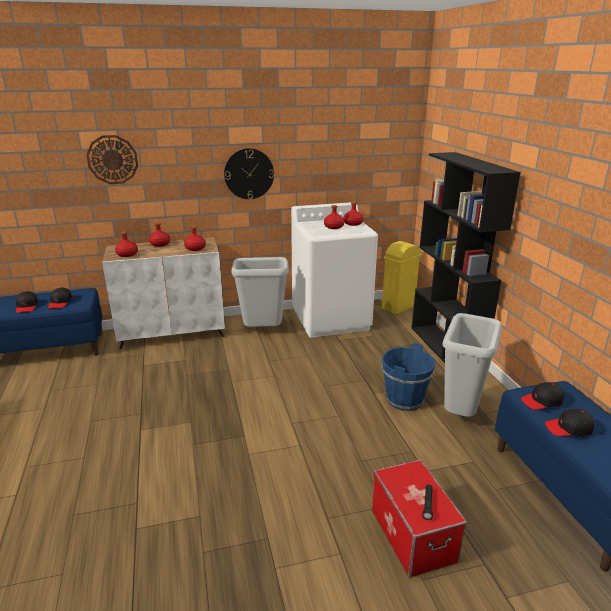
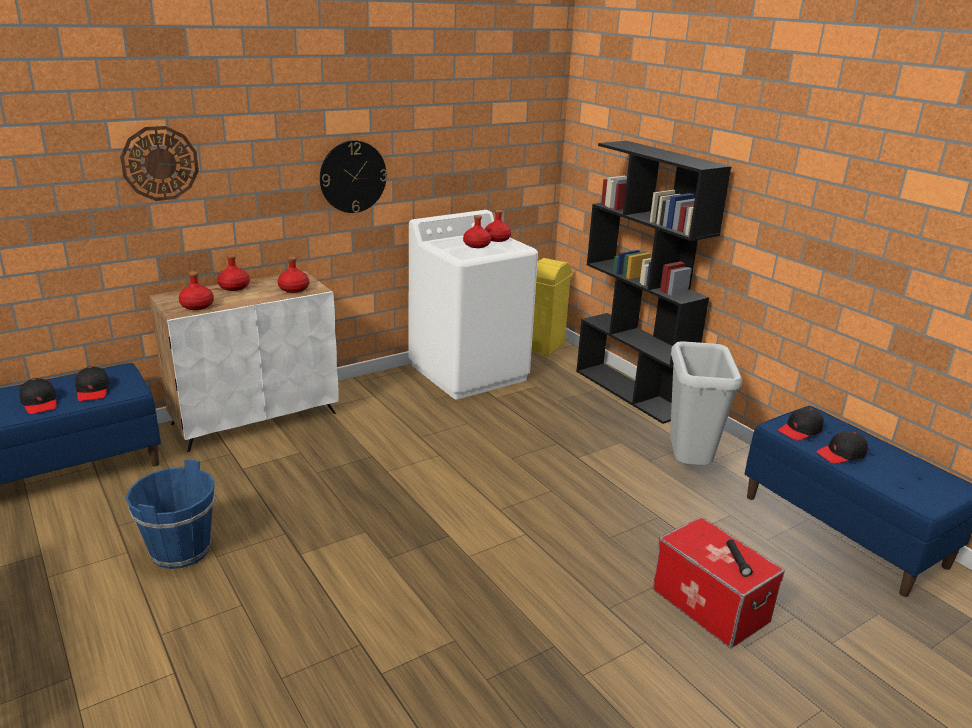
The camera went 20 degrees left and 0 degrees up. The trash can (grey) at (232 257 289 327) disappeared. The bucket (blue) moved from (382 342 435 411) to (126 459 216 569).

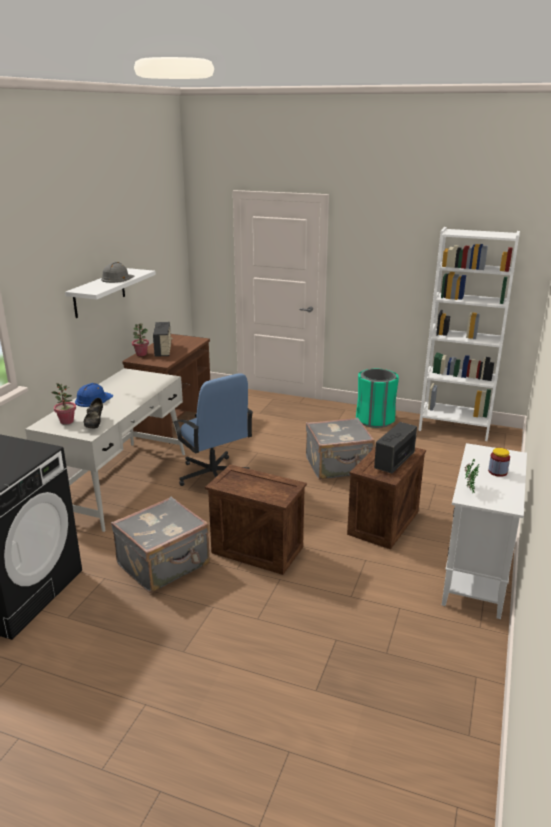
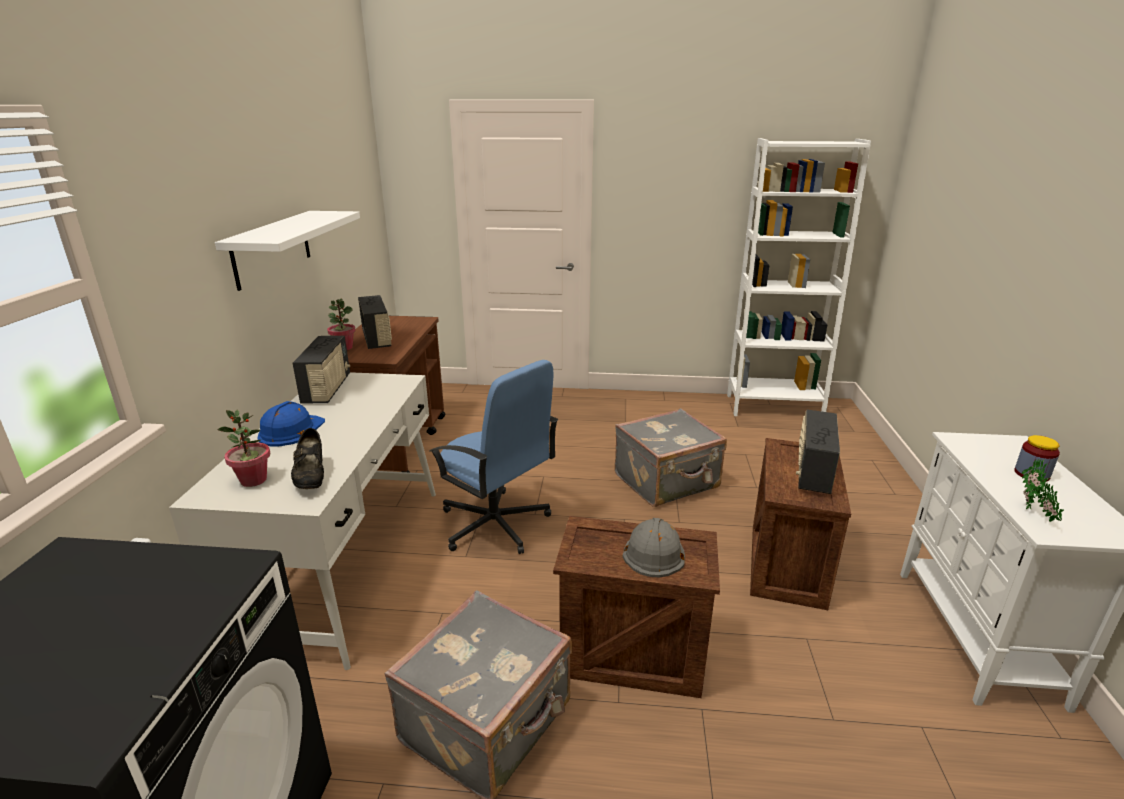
The camera went 15 degrees left and 0 degrees up. The hard hat (grey) moved from (101 262 135 283) to (623 518 685 578). The trash can (green) at (356 369 399 428) disappeared. The radio at (292 336 350 404) appeared.

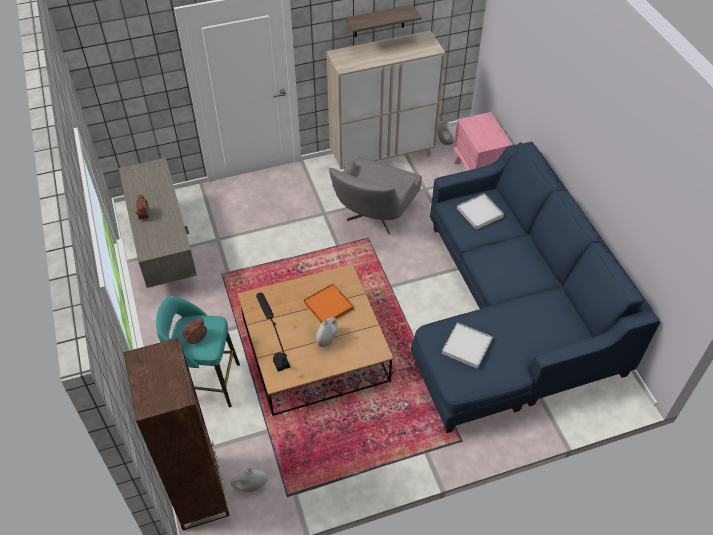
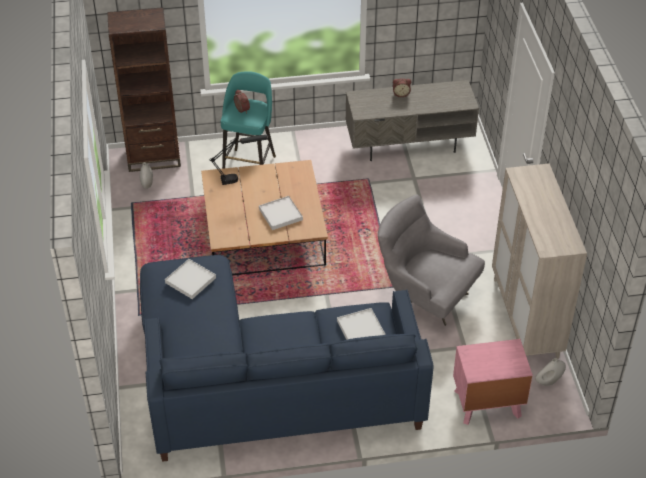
The camera went 100 degrees right and 5 degrees down. The tray (orange) at (304 284 354 323) became the tray (white) at (259 196 303 230). The vase (white) at (316 317 338 347) disappeared. The shelf at (346 5 422 37) disappeared.

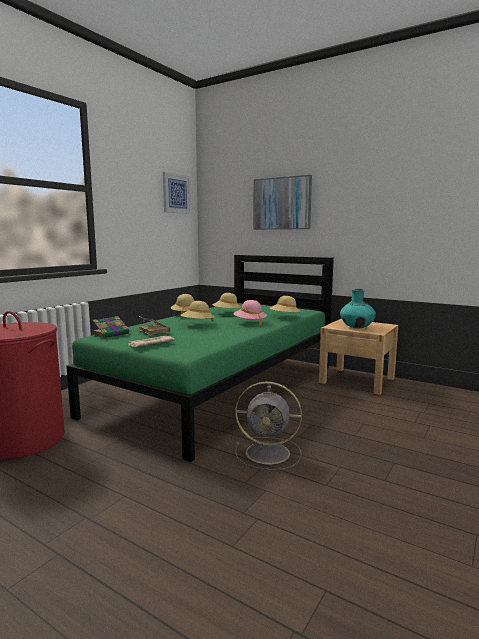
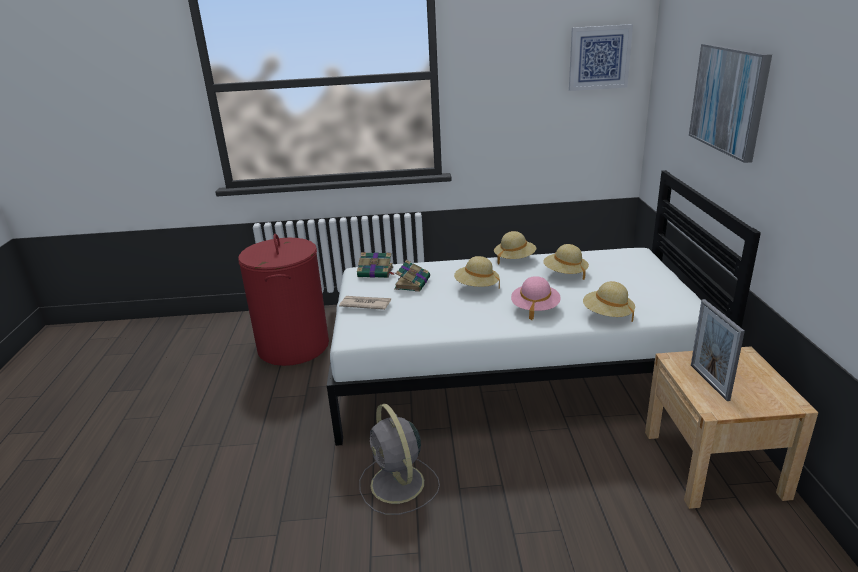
The camera went 55 degrees right and 15 degrees up. The bed (green) at (66 255 334 462) became the bed (white) at (327 170 761 446). The vase (turquoise) at (340 289 376 329) was replaced by the picture frame at (691 299 745 401).

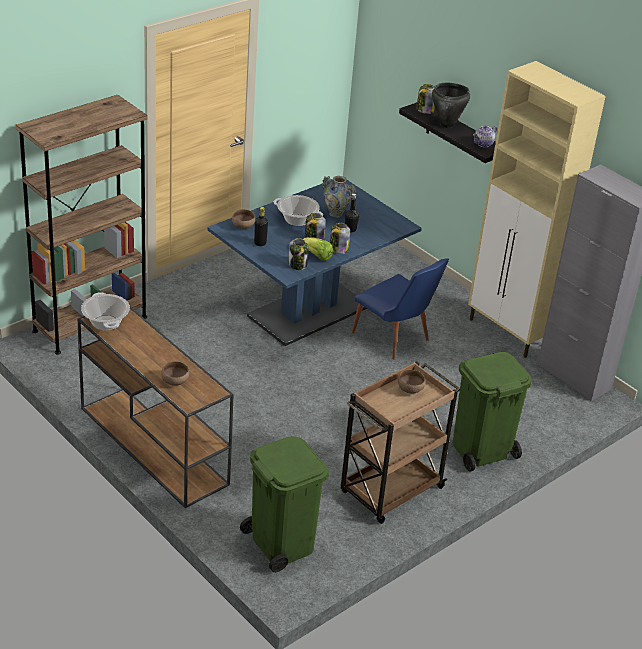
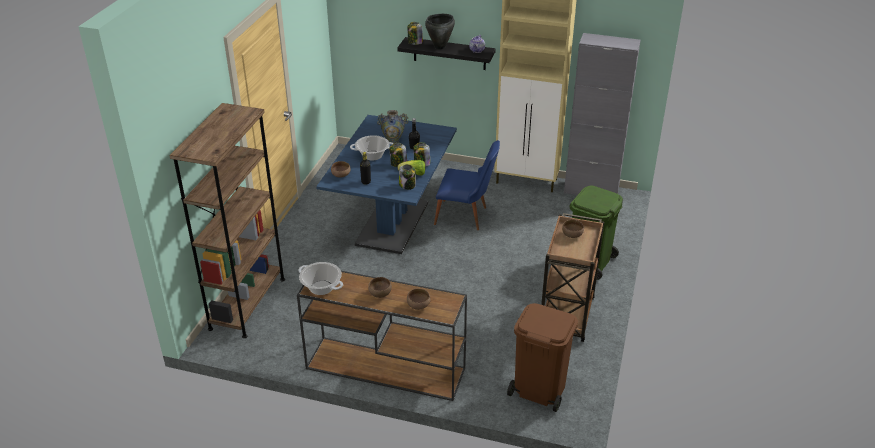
The camera went 30 degrees left and 0 degrees up. The trash can (green) at (240 436 329 572) became the trash can (brown) at (507 303 578 412). The bowl (brown) at (368 277 392 298) appeared.

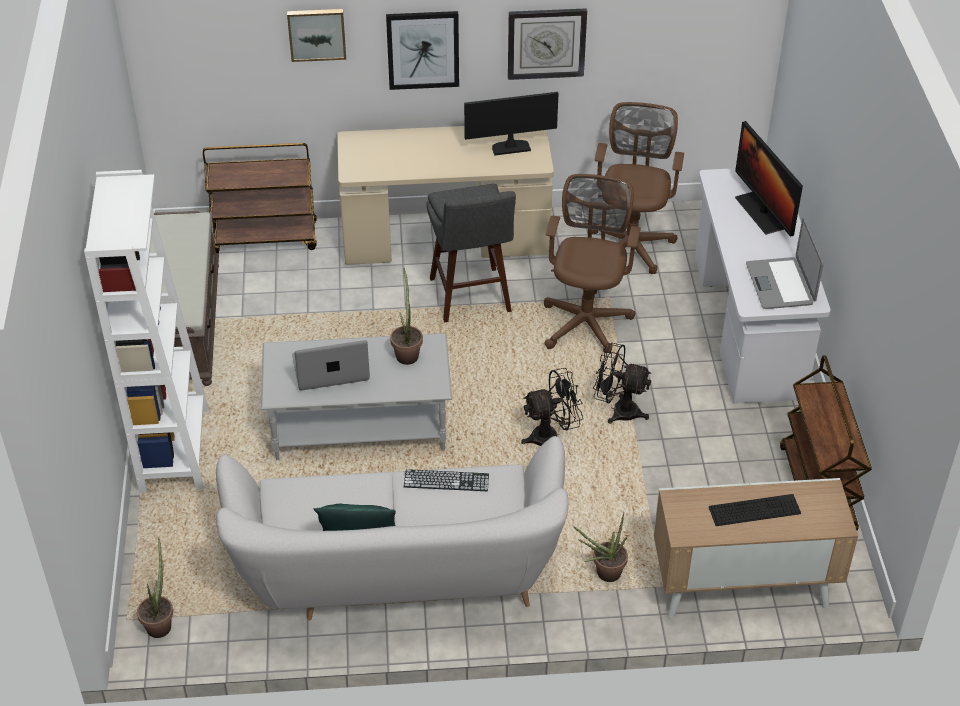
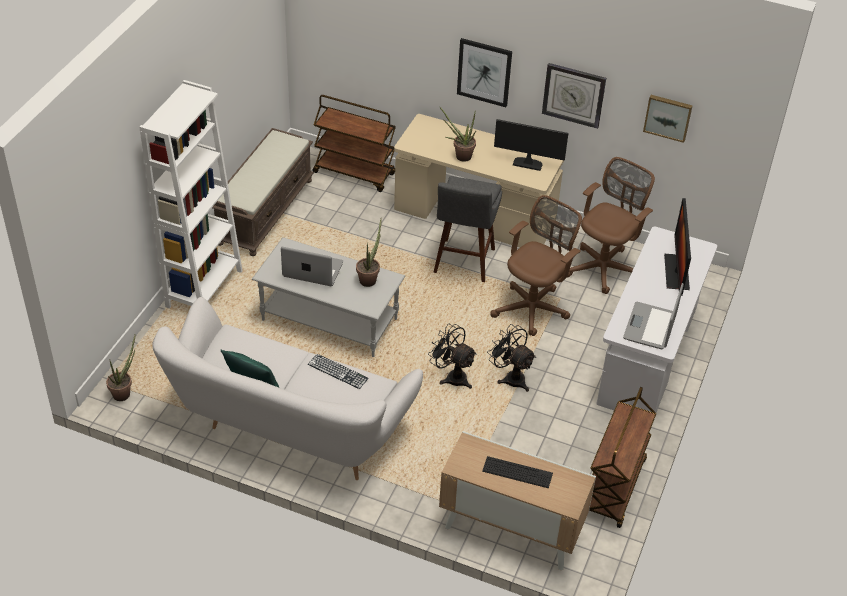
The camera went 25 degrees right and 0 degrees up. The picture moved from (287 9 346 62) to (643 95 693 143). The fan (black) at (521 368 583 446) turned 150 degrees counterclockwise. The potted plant moved from (573 512 628 582) to (439 106 476 162).

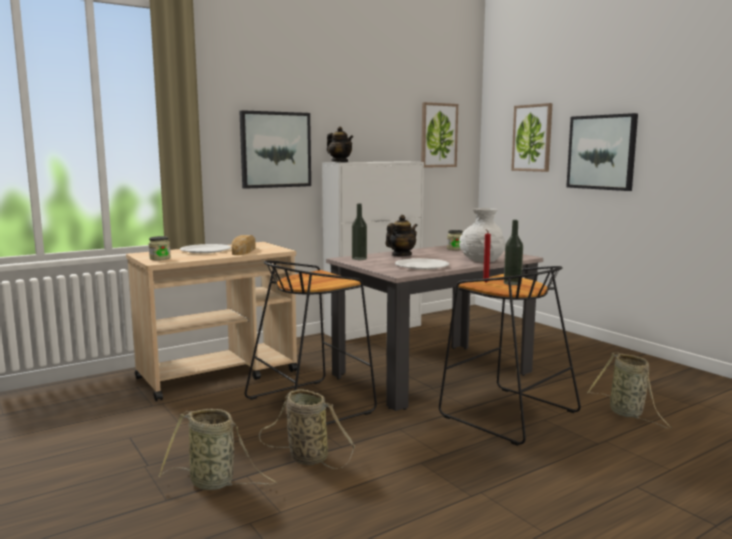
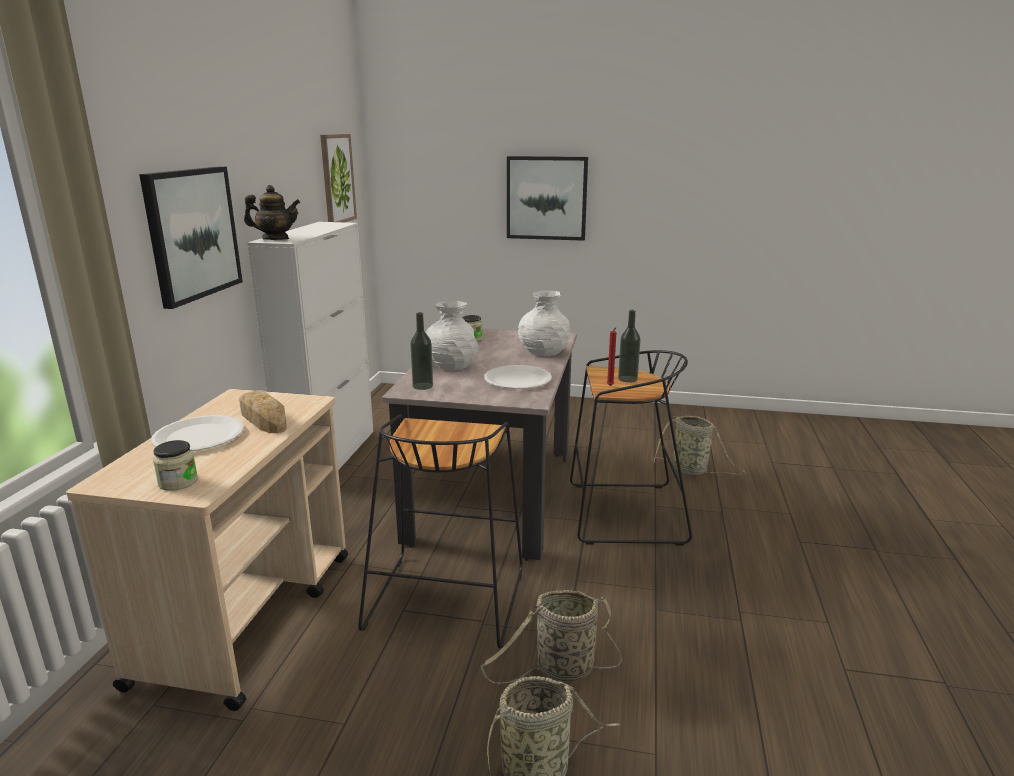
The camera went 45 degrees left and 10 degrees up. The teapot at (386 215 418 256) was replaced by the vase (white) at (426 301 479 371). The picture at (511 103 553 172) disappeared.

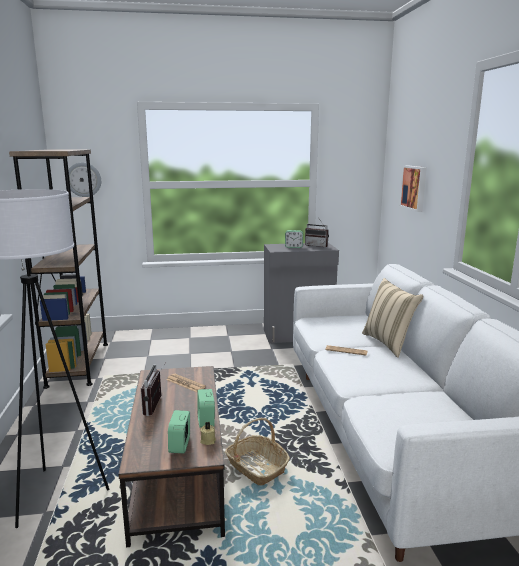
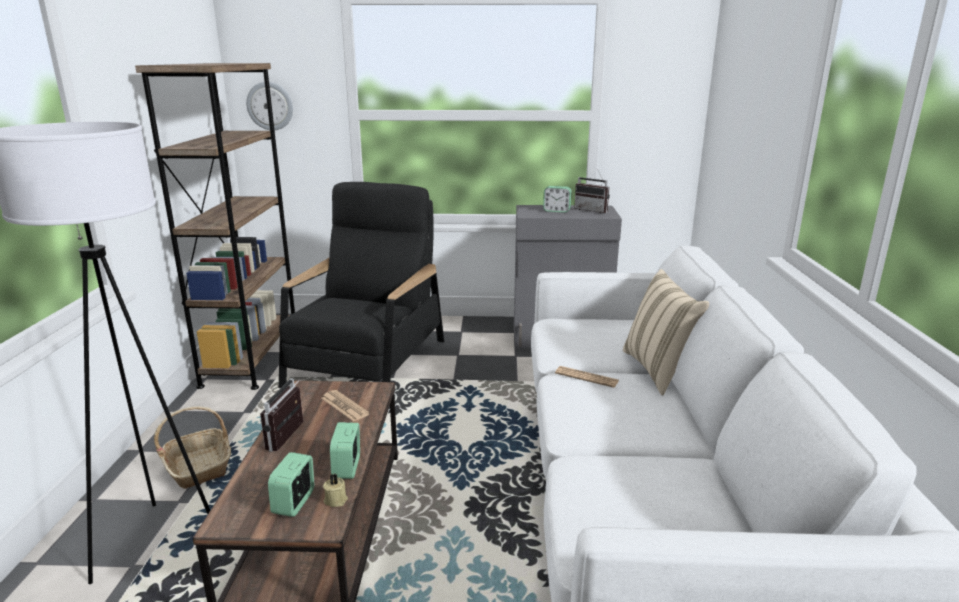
The camera went 10 degrees right and 5 degrees up. The basket moved from (225 418 290 486) to (154 406 231 489). The picture at (399 165 427 212) disappeared. The armchair (black) at (279 182 444 388) appeared.

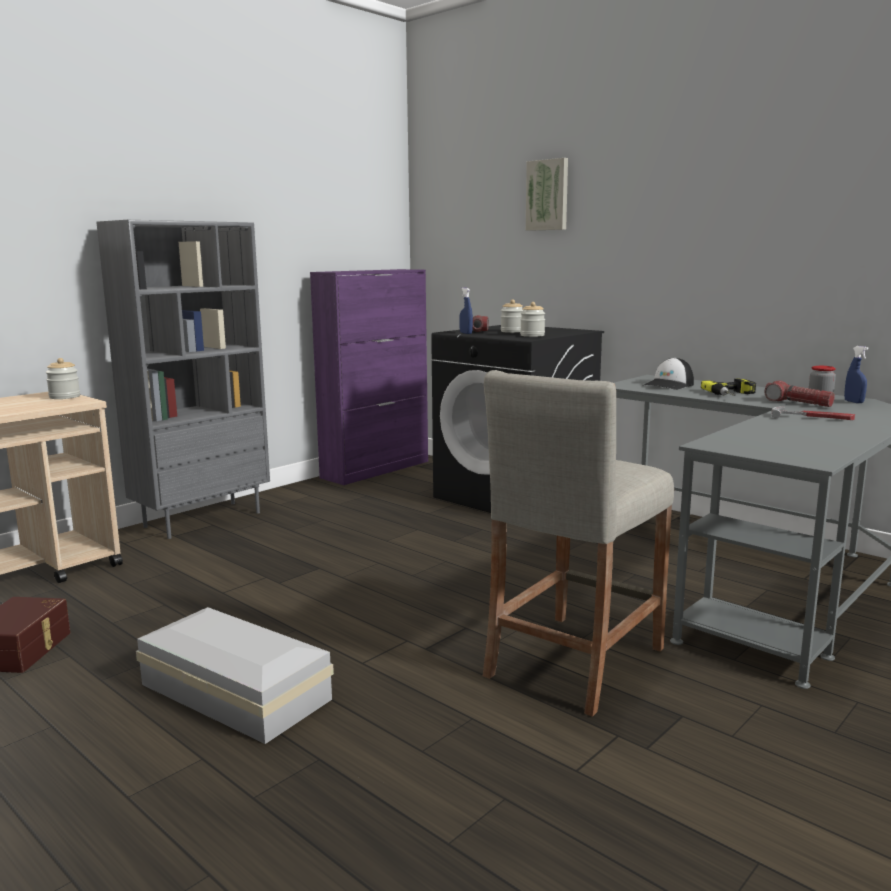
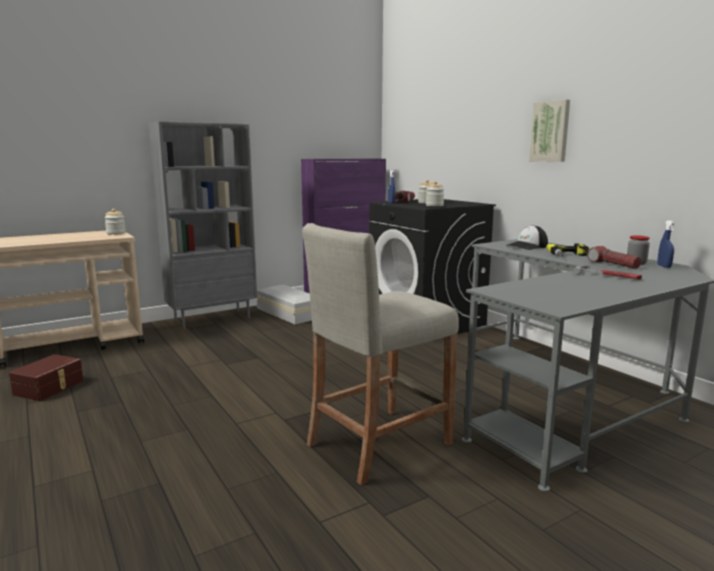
The camera went 15 degrees right and 0 degrees up. The storage box (white) moved from (136 607 334 744) to (256 285 312 324). The picture moved from (526 158 568 231) to (529 99 570 162).

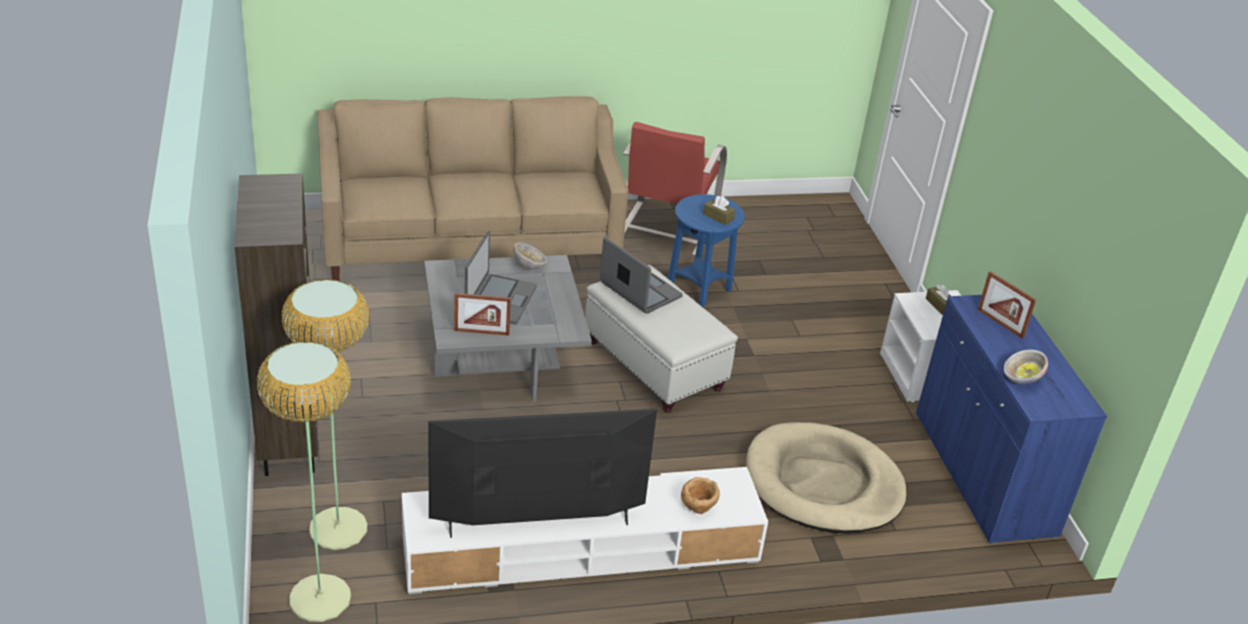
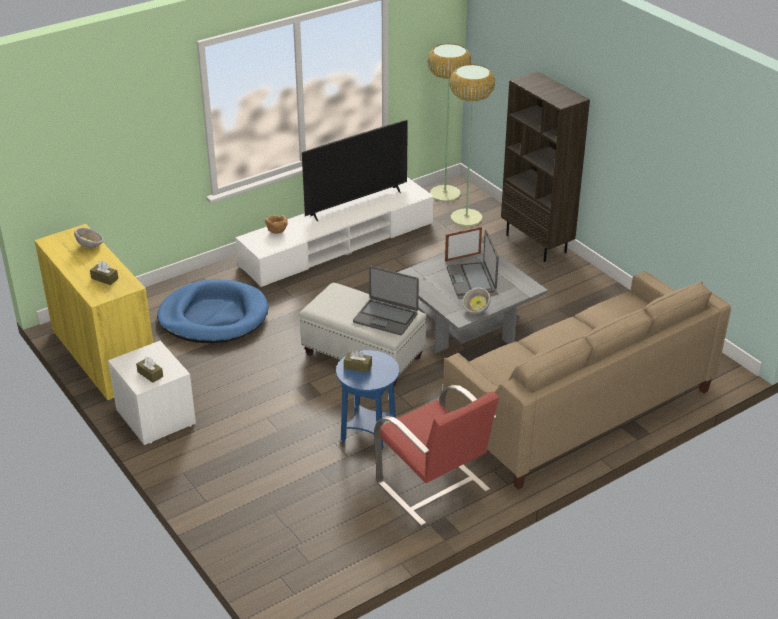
The camera went 160 degrees right and 0 degrees up. The armchair (red) at (623 122 727 256) turned 150 degrees clockwise. The dog bed (beige) at (746 422 907 534) became the dog bed (blue) at (157 279 268 343). The cabinet (blue) at (916 295 1107 545) became the cabinet (yellow) at (34 224 153 402). The picture frame at (978 271 1036 339) was replaced by the tissue box (brown) at (90 261 118 285).

